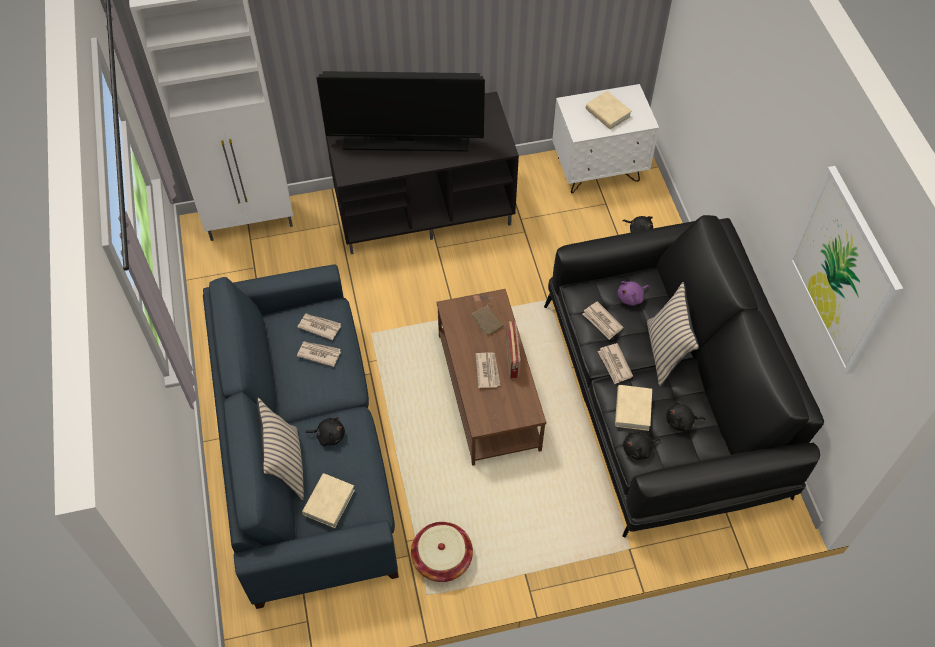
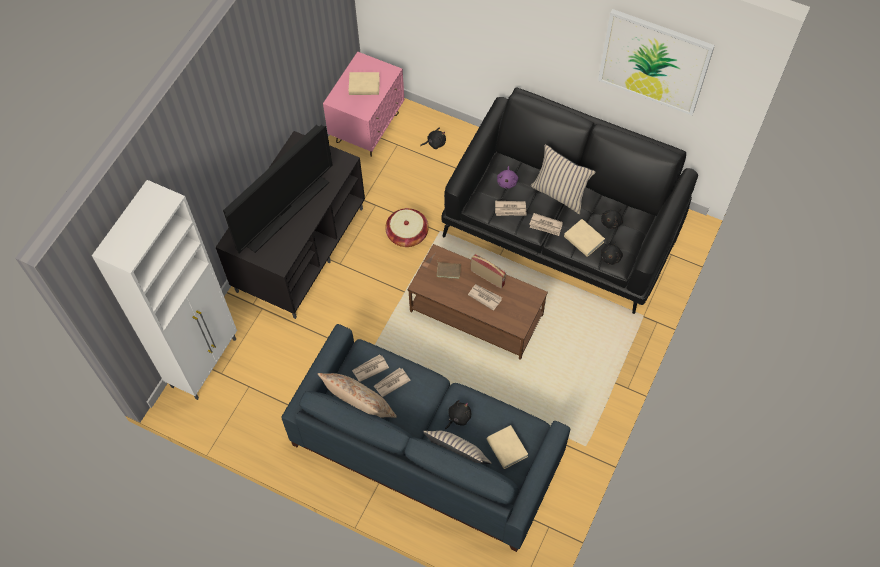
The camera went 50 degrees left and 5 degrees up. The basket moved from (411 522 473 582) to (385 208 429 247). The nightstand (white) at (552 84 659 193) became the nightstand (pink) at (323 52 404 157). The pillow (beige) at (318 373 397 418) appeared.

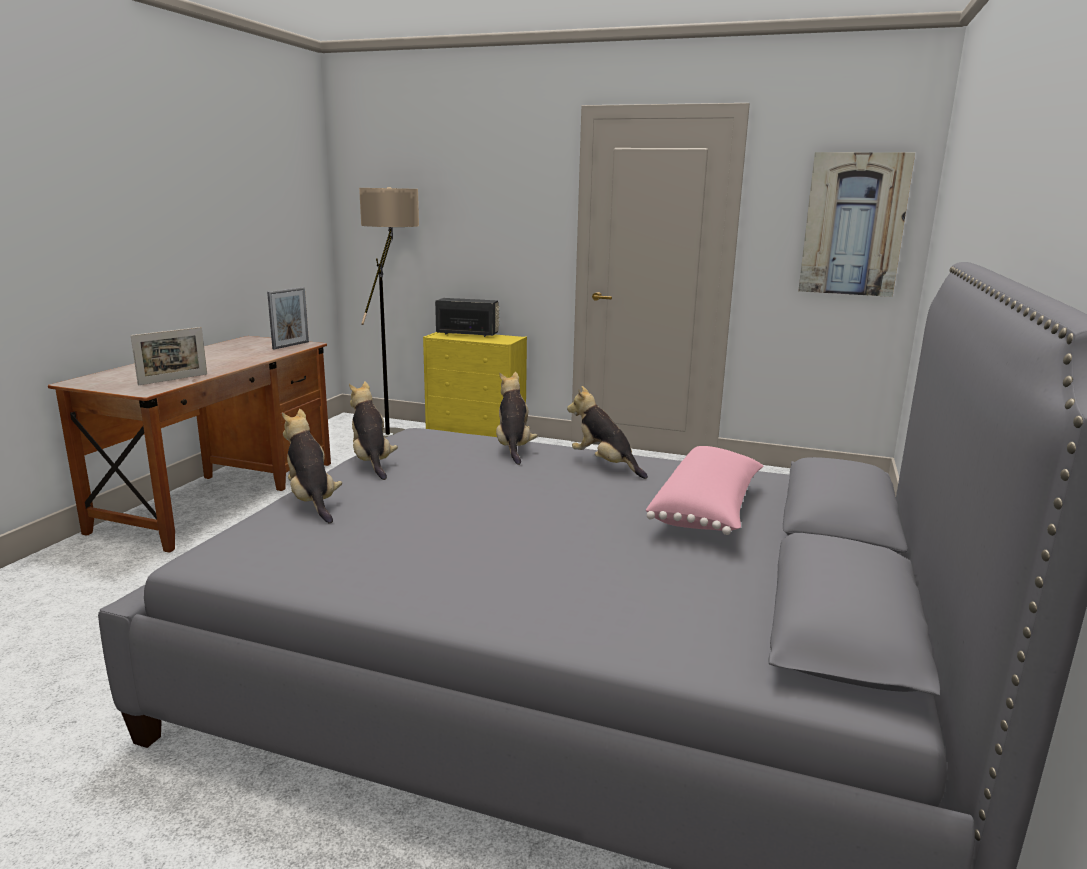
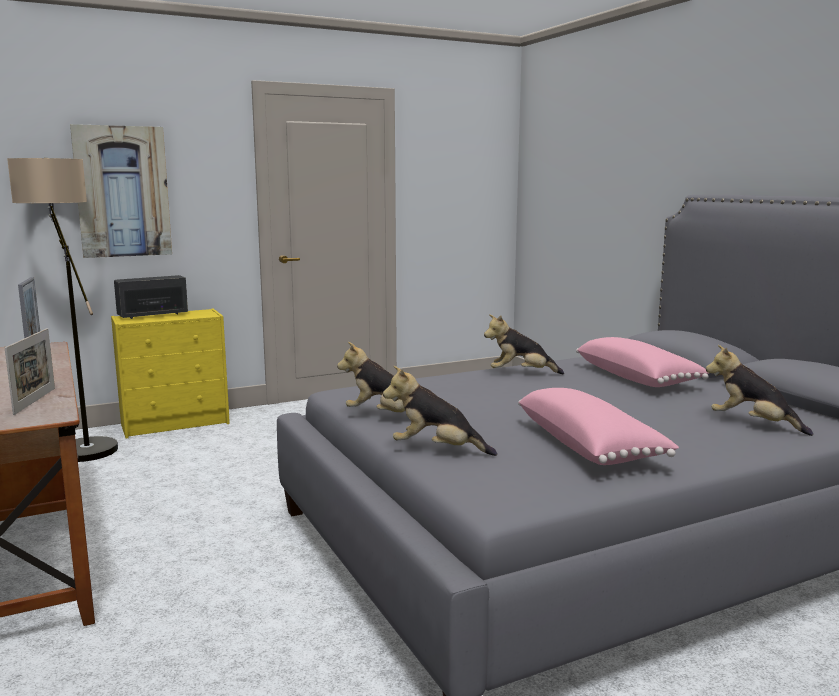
The camera went 45 degrees left and 5 degrees down. The plush toy moved from (496 372 538 465) to (706 345 813 436). The picture moved from (798 152 915 297) to (70 124 172 258). The pillow (pink) at (518 388 679 465) appeared.

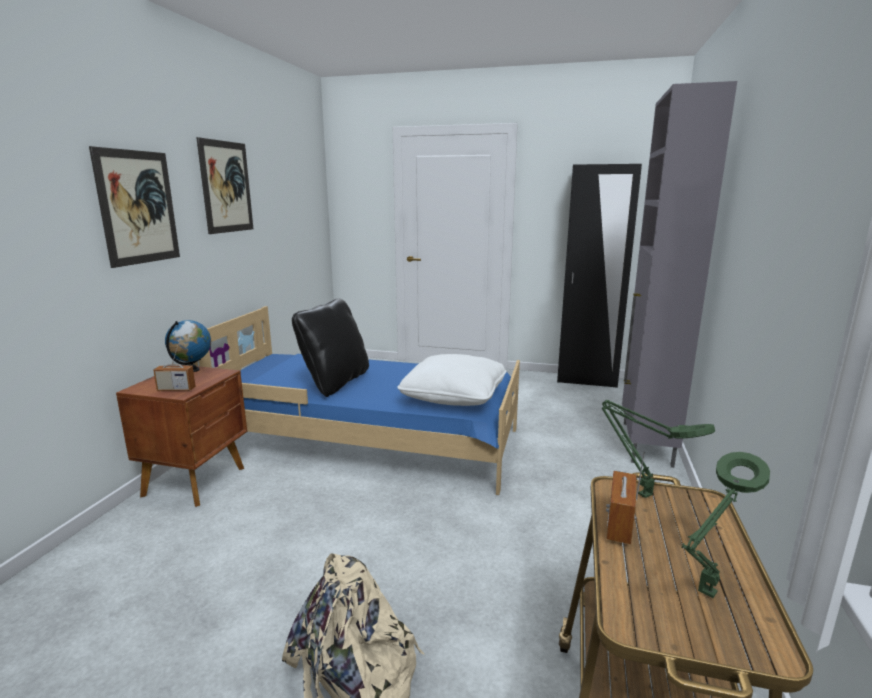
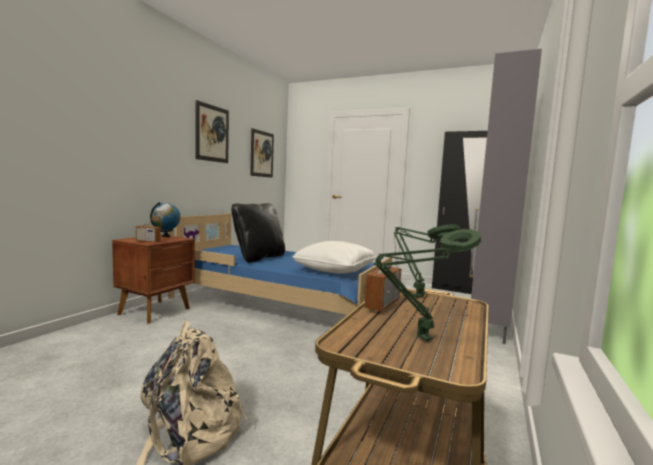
The camera went 10 degrees right and 10 degrees down. The picture moved from (89 146 180 268) to (250 128 274 178).

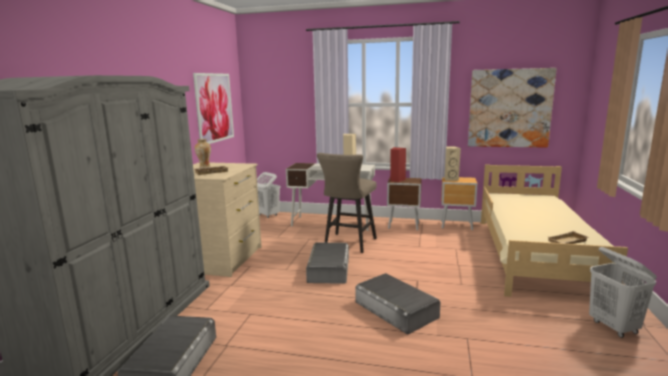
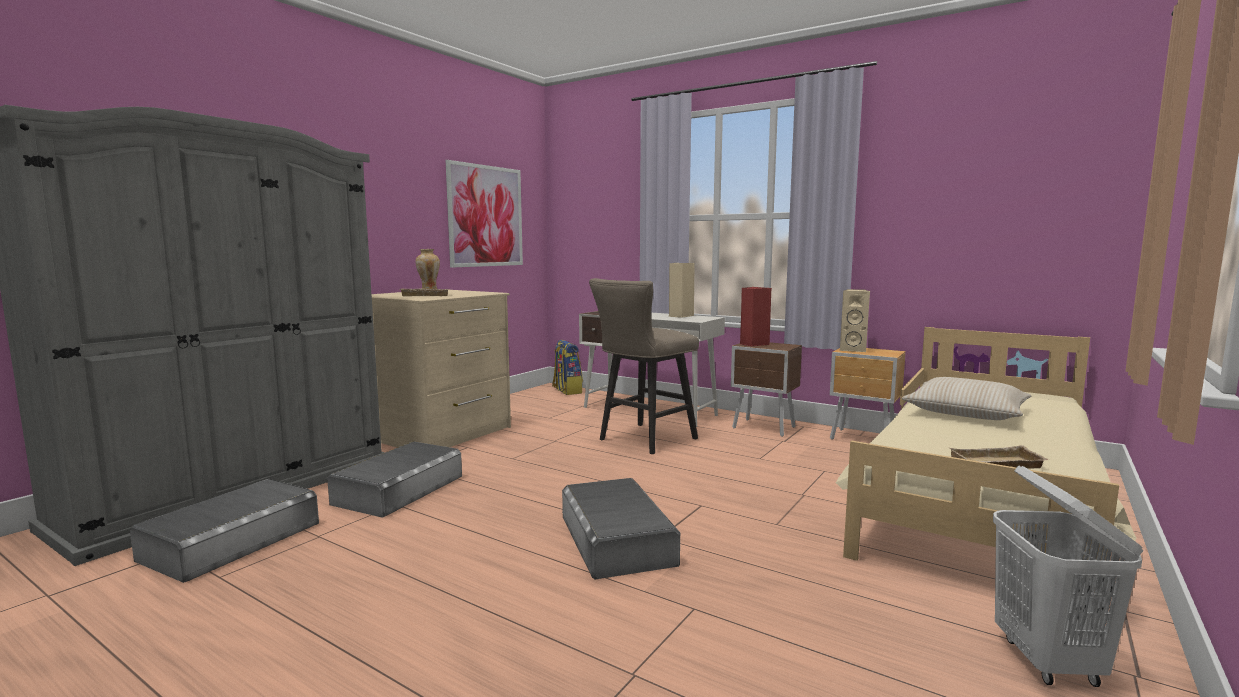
The camera went 20 degrees right and 5 degrees down. The laundry basket (white) at (257 172 280 218) was replaced by the backpack at (552 340 583 395). The storage box (grey) moved from (306 243 349 284) to (327 441 462 518). The picture at (468 68 557 148) disappeared. The pillow (beige) at (902 377 1031 420) appeared.

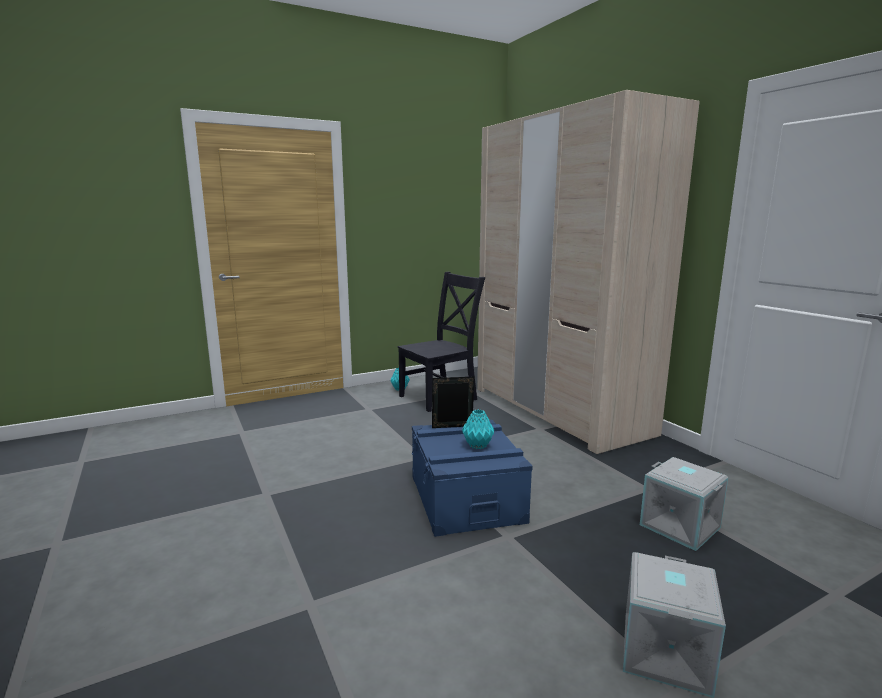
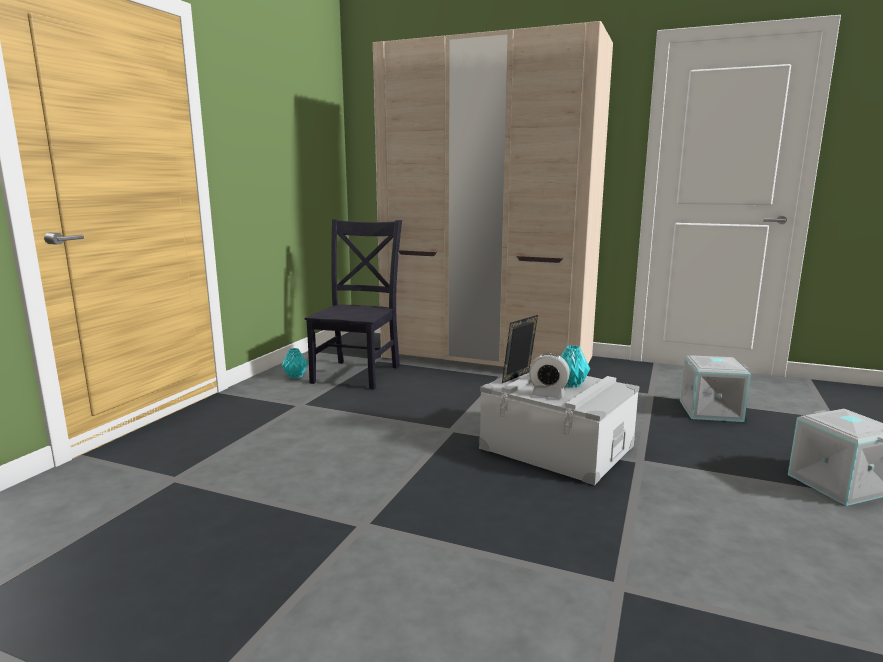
The camera went 40 degrees left and 0 degrees up. The storage box (blue) at (412 420 533 537) became the storage box (grey) at (479 364 639 485). The alarm clock at (529 353 570 399) appeared.

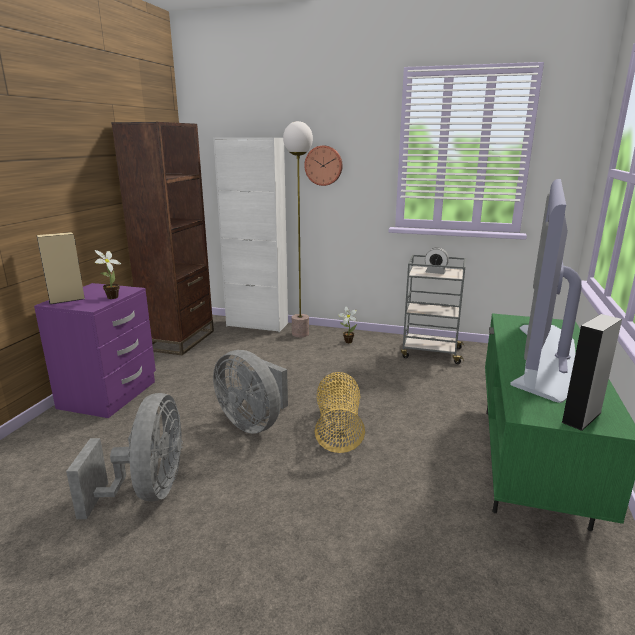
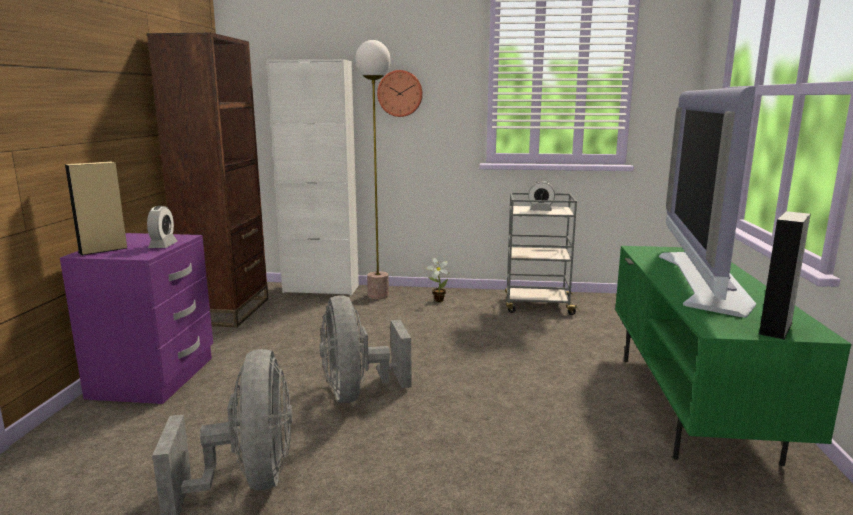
The camera went 10 degrees left and 5 degrees down. The potted plant at (95 250 121 299) was replaced by the alarm clock at (147 206 177 248). The fan (grey) at (213 350 288 433) turned 45 degrees clockwise. The basket at (315 372 365 453) disappeared.

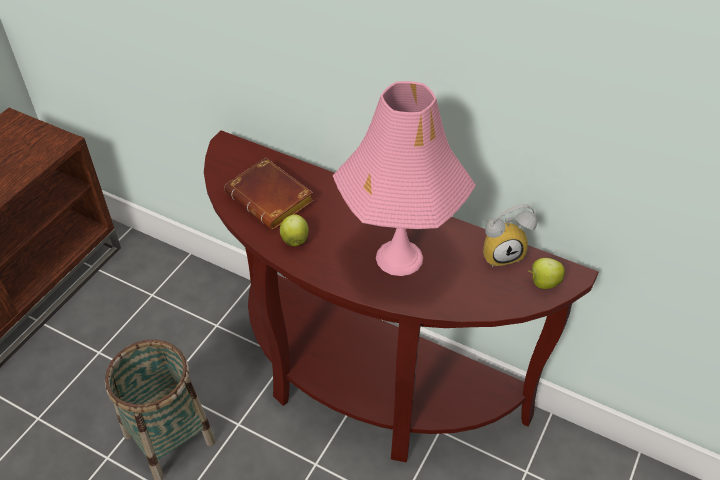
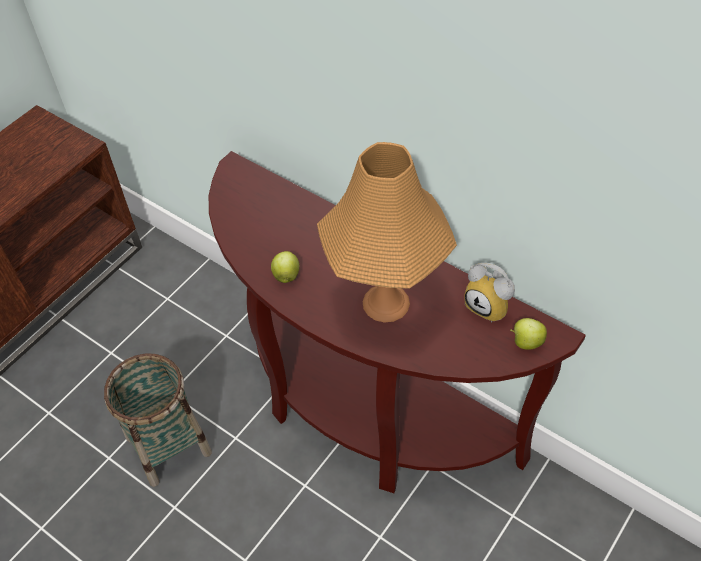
The camera went 10 degrees right and 5 degrees up. The book (brown) at (224 158 314 230) disappeared. The table lamp (pink) at (333 81 476 276) became the table lamp (orange) at (317 142 457 323). The alarm clock at (483 204 537 267) turned 45 degrees clockwise.

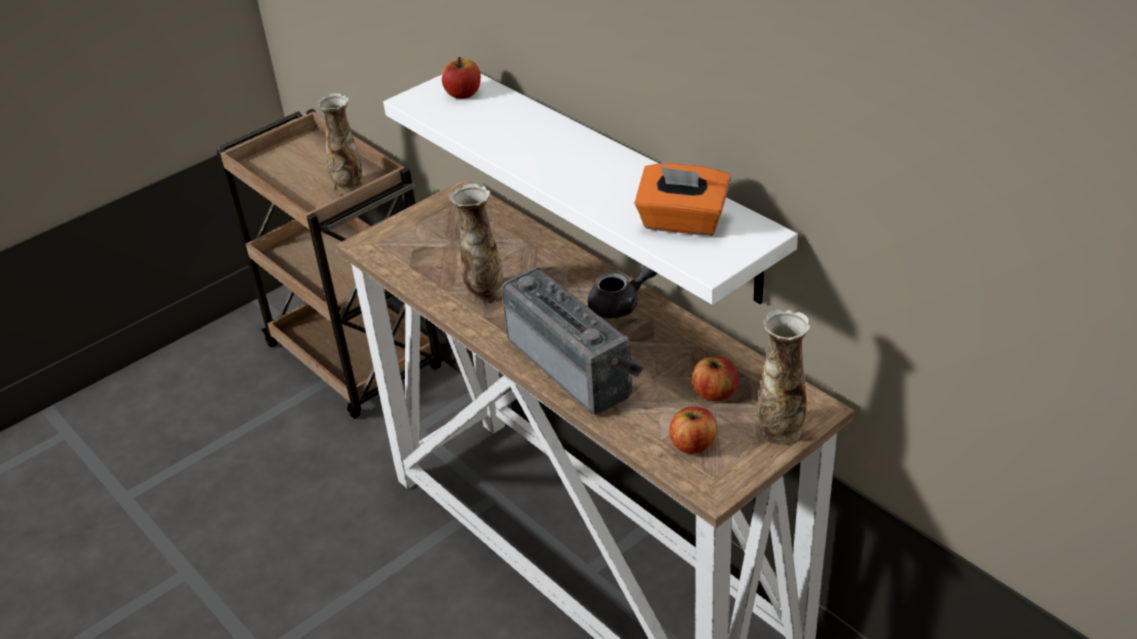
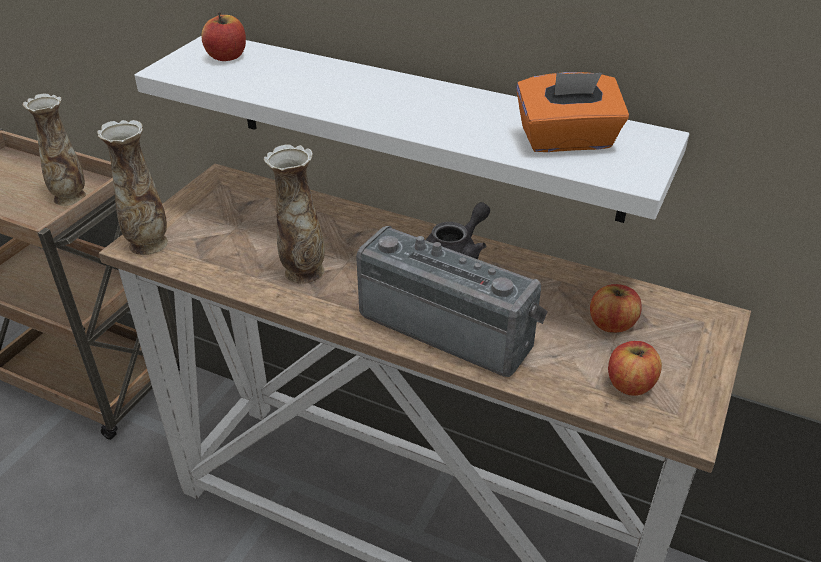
The camera went 25 degrees left and 0 degrees up. The vase moved from (757 309 810 445) to (97 120 168 255).

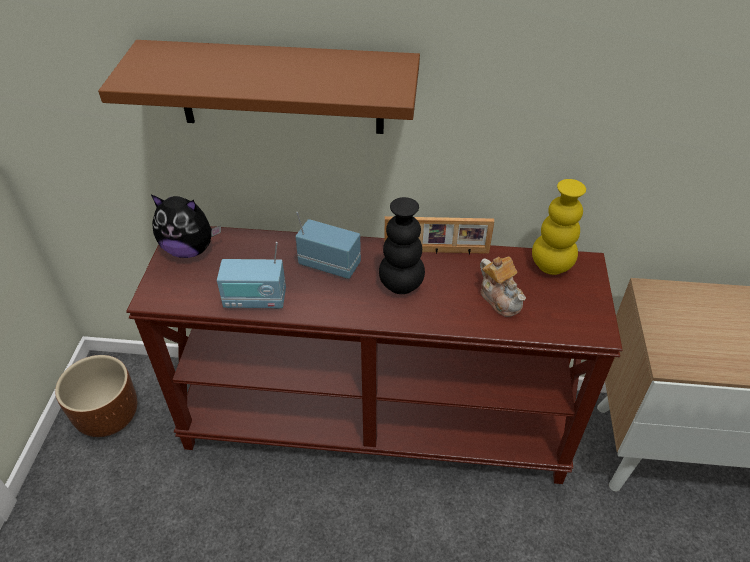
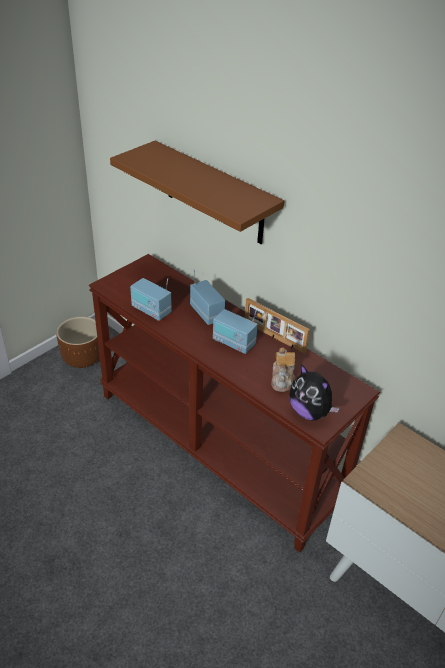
The camera went 35 degrees right and 5 degrees down. The plush toy moved from (151 195 221 258) to (289 364 340 420). The vase (black) at (379 197 425 294) was replaced by the radio at (213 309 258 354). The vase (yellow) at (532 179 586 275) disappeared.

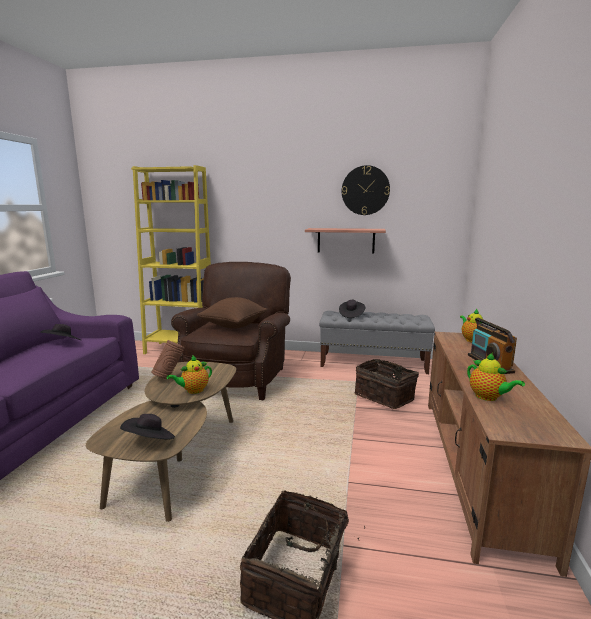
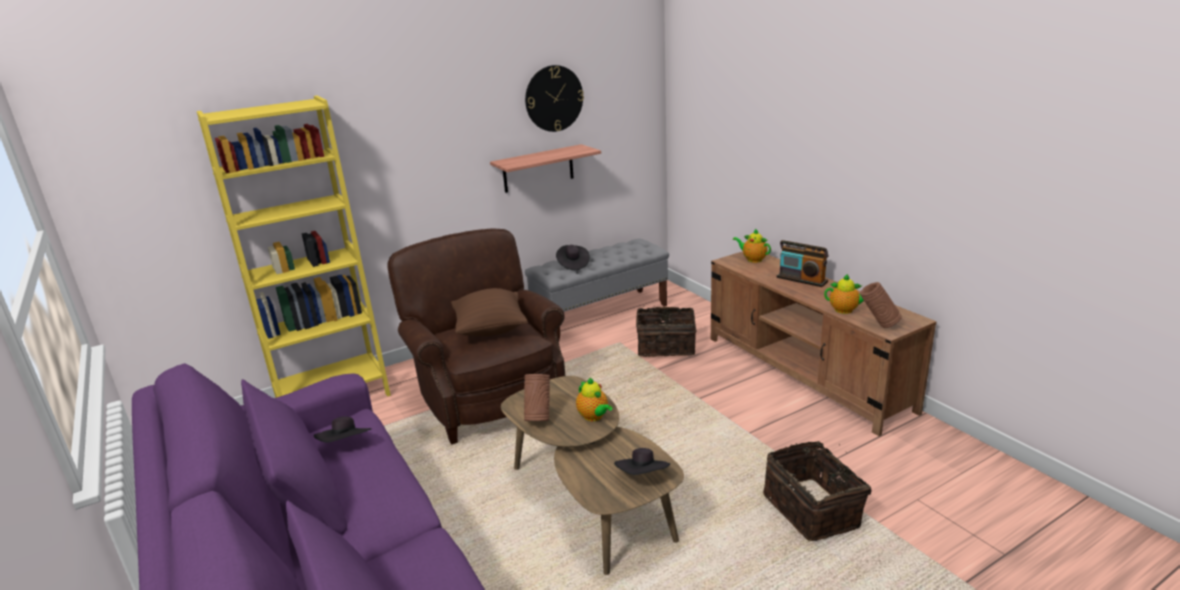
The camera went 40 degrees left and 10 degrees up. The teapot at (167 355 212 394) turned 45 degrees counterclockwise. The vase (brown) at (860 282 902 328) appeared.

